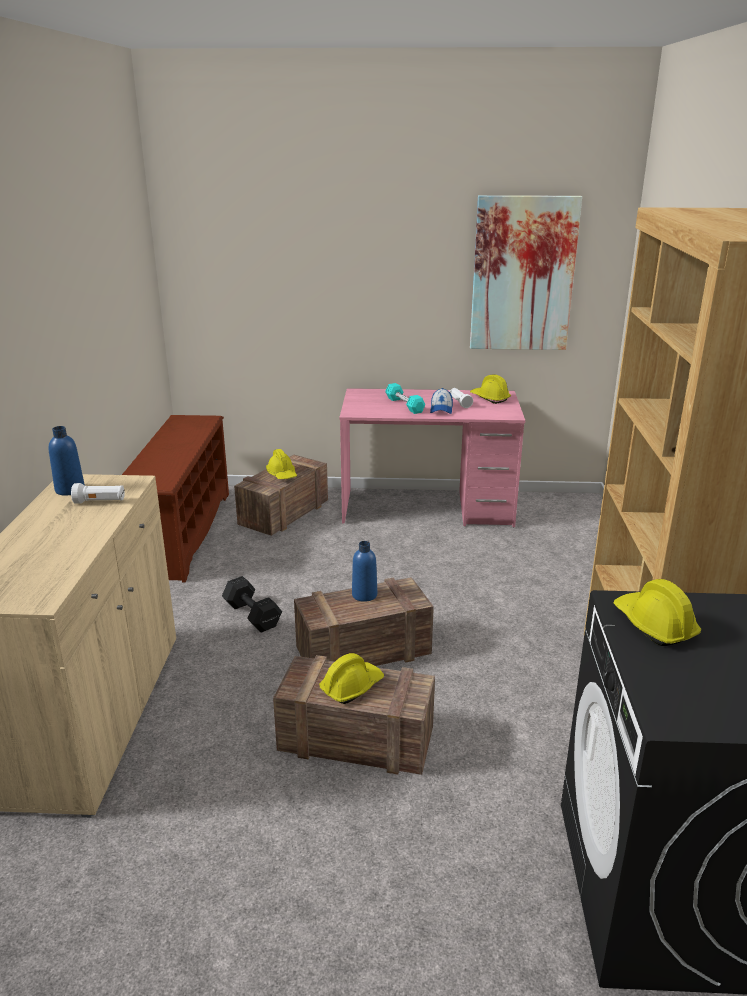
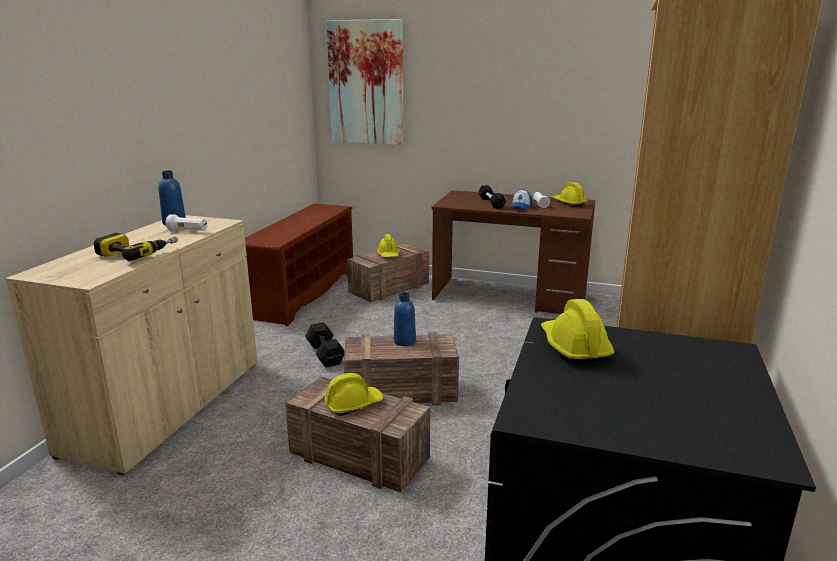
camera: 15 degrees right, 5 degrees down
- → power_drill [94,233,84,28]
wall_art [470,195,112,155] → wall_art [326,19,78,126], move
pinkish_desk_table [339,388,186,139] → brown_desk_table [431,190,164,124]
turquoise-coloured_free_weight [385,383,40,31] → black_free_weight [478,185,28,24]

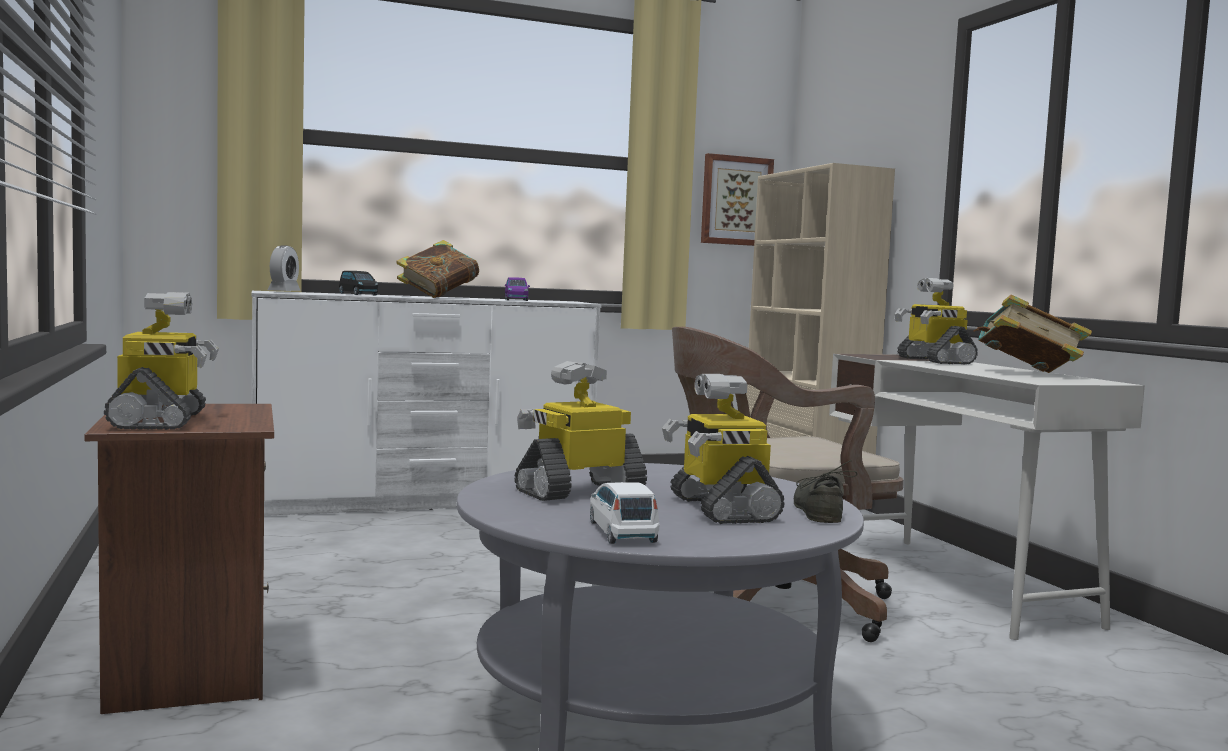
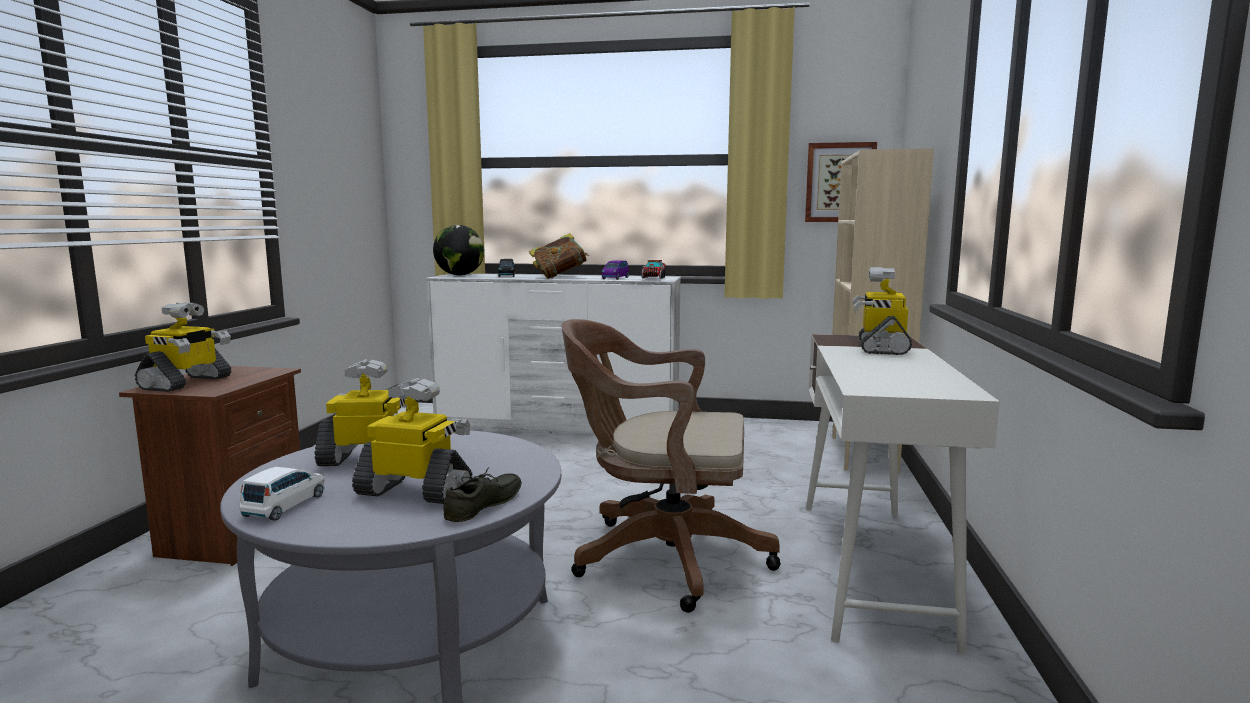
camera: 30 degrees right, 5 degrees up
bound_book [974,294,118,79] → -
- → model_truck [641,260,25,19]
table_clock [268,245,33,46] → world_globe [433,225,51,50]
model_robot [662,374,122,150] → model_robot [352,378,120,126], 90 degrees clockwise

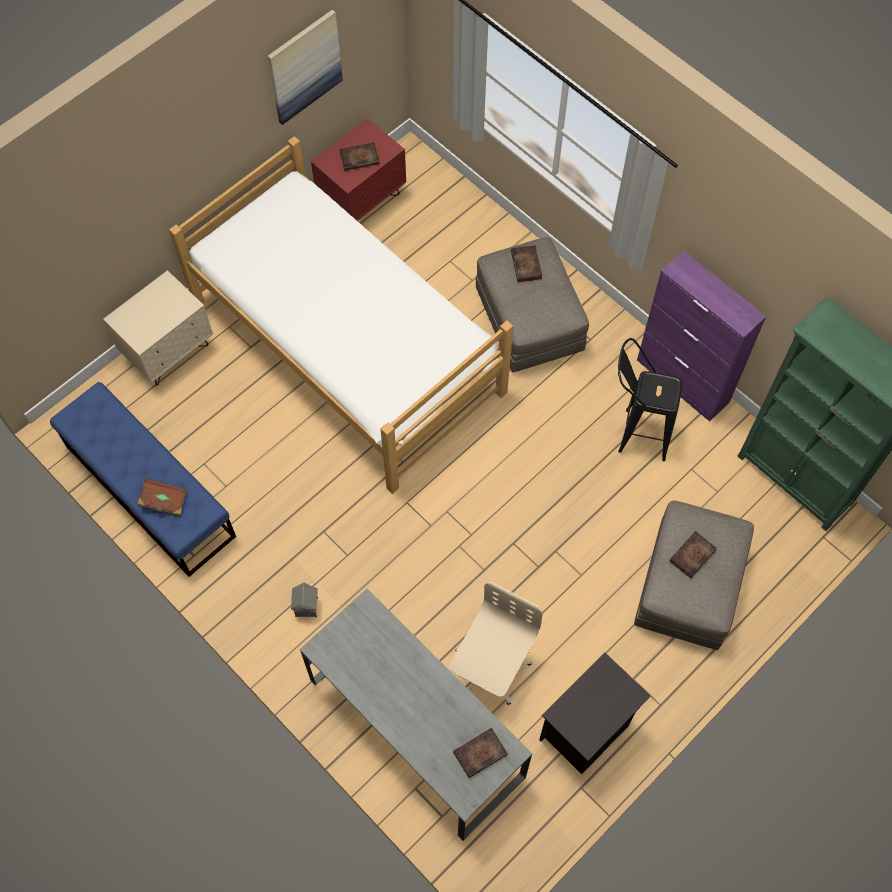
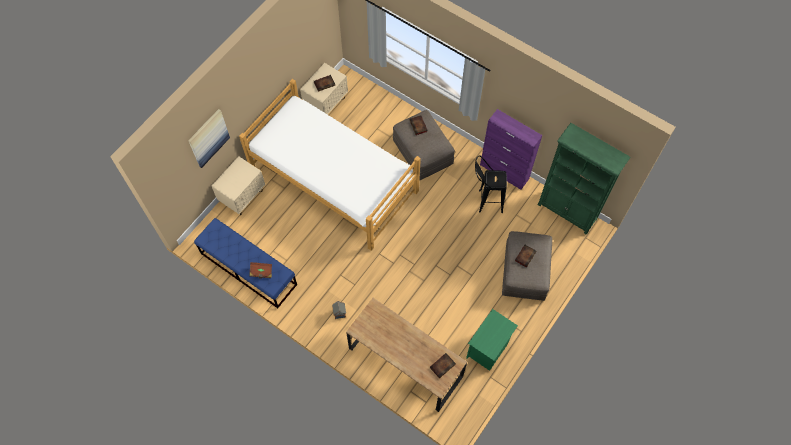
camera: 10 degrees left, 0 degrees up
sand-coloured_computer_chair [449,582,94,123] → -
wall_art [268,10,75,115] → wall_art [188,109,42,59], move
grey_desk_table [300,589,232,252] → brown_desk_table [346,298,121,114]
red-coloured_bedside_table [311,119,95,102] → sand-coloured_bedside_table [300,63,48,52]
black_bedside_table [539,652,112,122] → greenish_bedside_table [466,309,52,62]

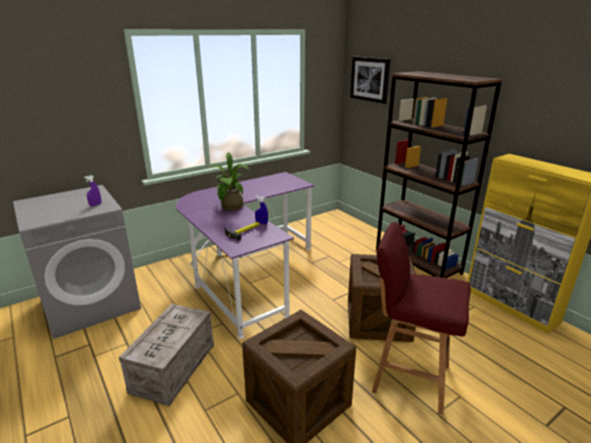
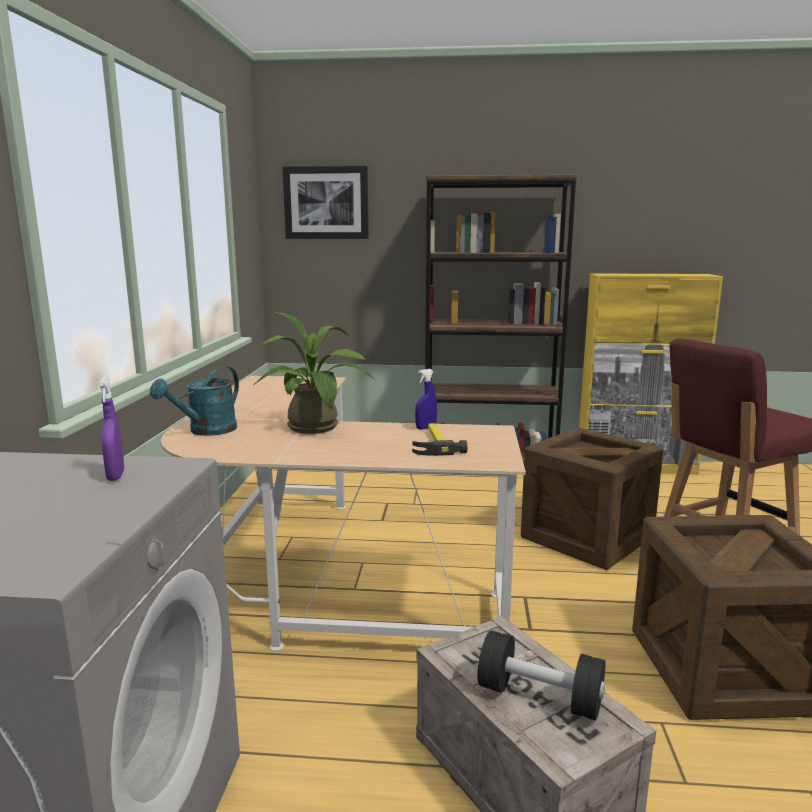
camera: 50 degrees left, 10 degrees down
- → turquoise-coloured_watering_can [150,366,89,70]
- → black_free_weight [477,630,129,91]
purple_desk_table [176,172,139,167] → sand-coloured_desk_table [161,376,365,275]

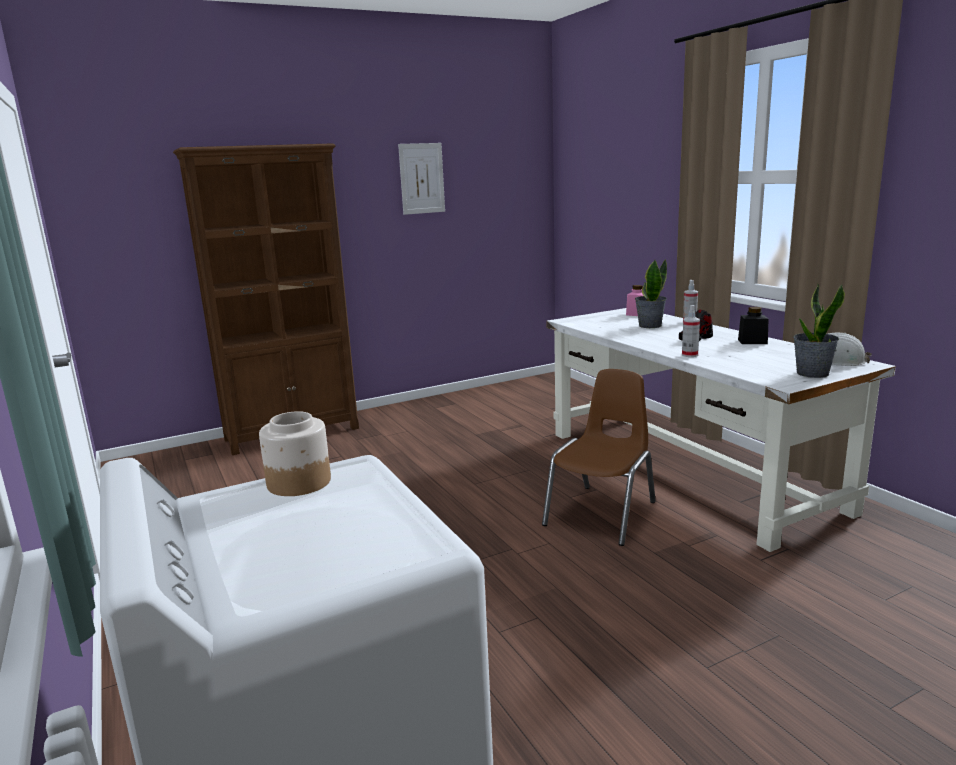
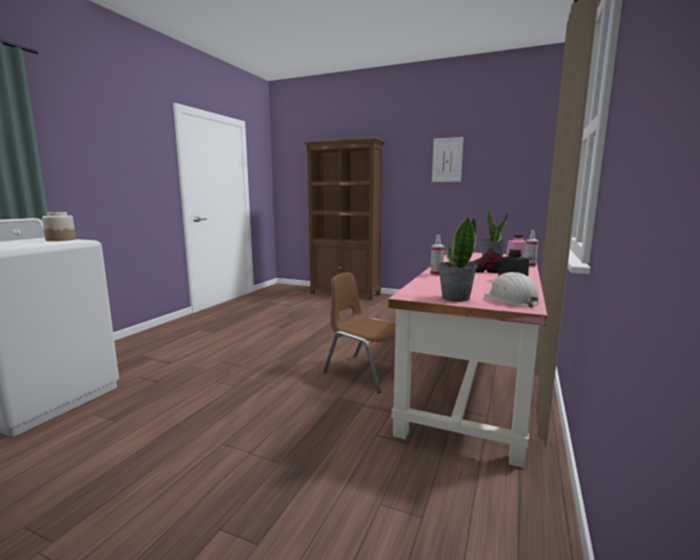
camera: 50 degrees right, 5 degrees down
white_desk_table [547,308,349,244] → pinkish_desk_table [388,252,159,216]
brown_plain_chair [542,369,114,177] → brown_plain_chair [323,272,89,121], 135 degrees counterclockwise

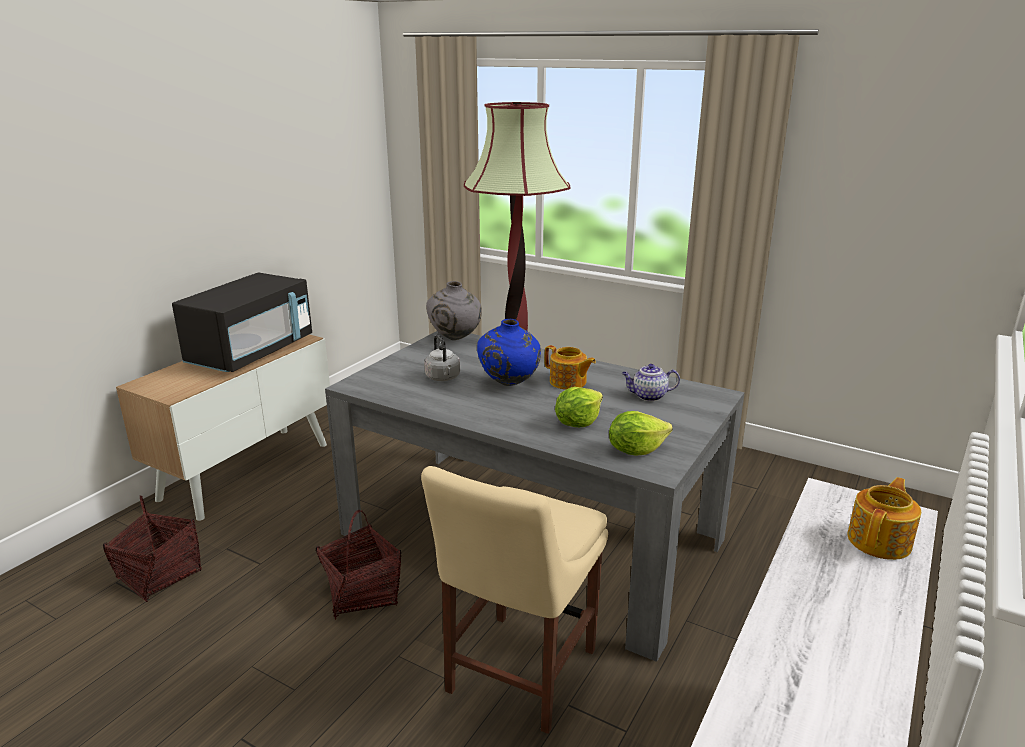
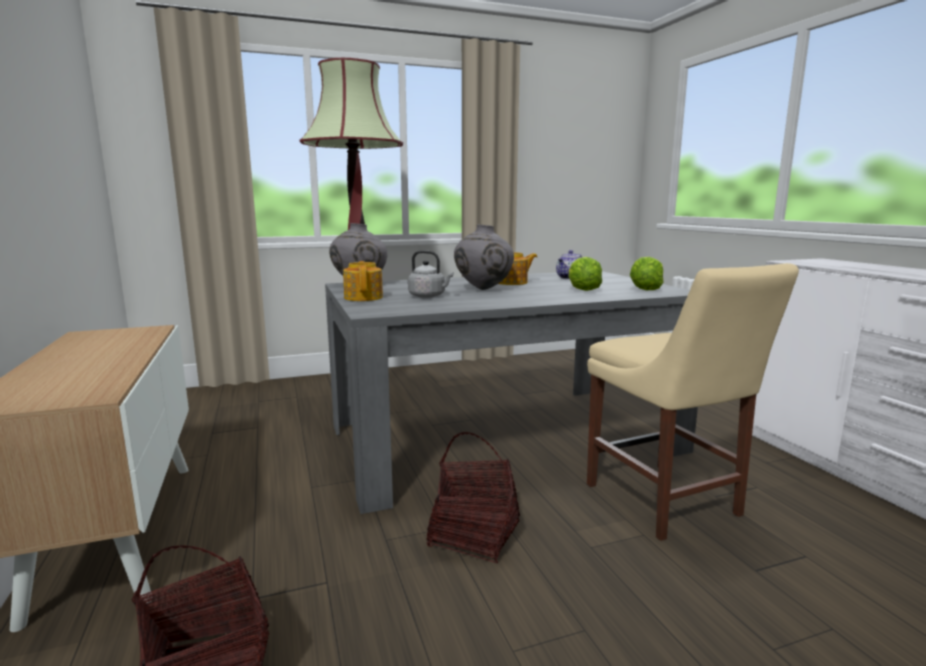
camera: 50 degrees left, 10 degrees down
black_microwave [172,273,140,99] → -
tea_pot [847,477,74,83] → tea_pot [343,261,40,40], move
bluish_vase [477,319,64,67] → grey_vase [454,224,60,66]

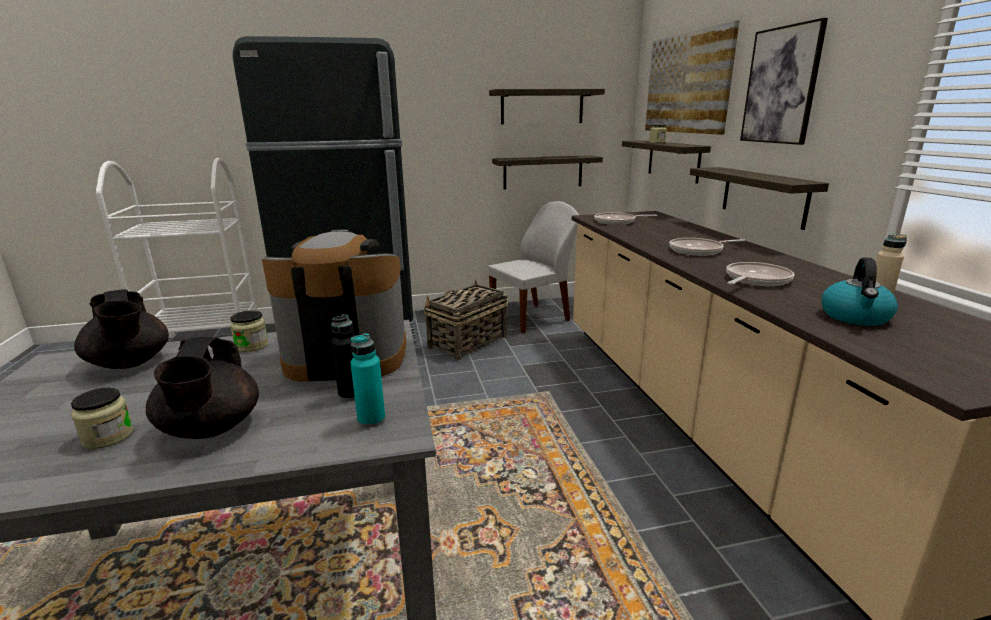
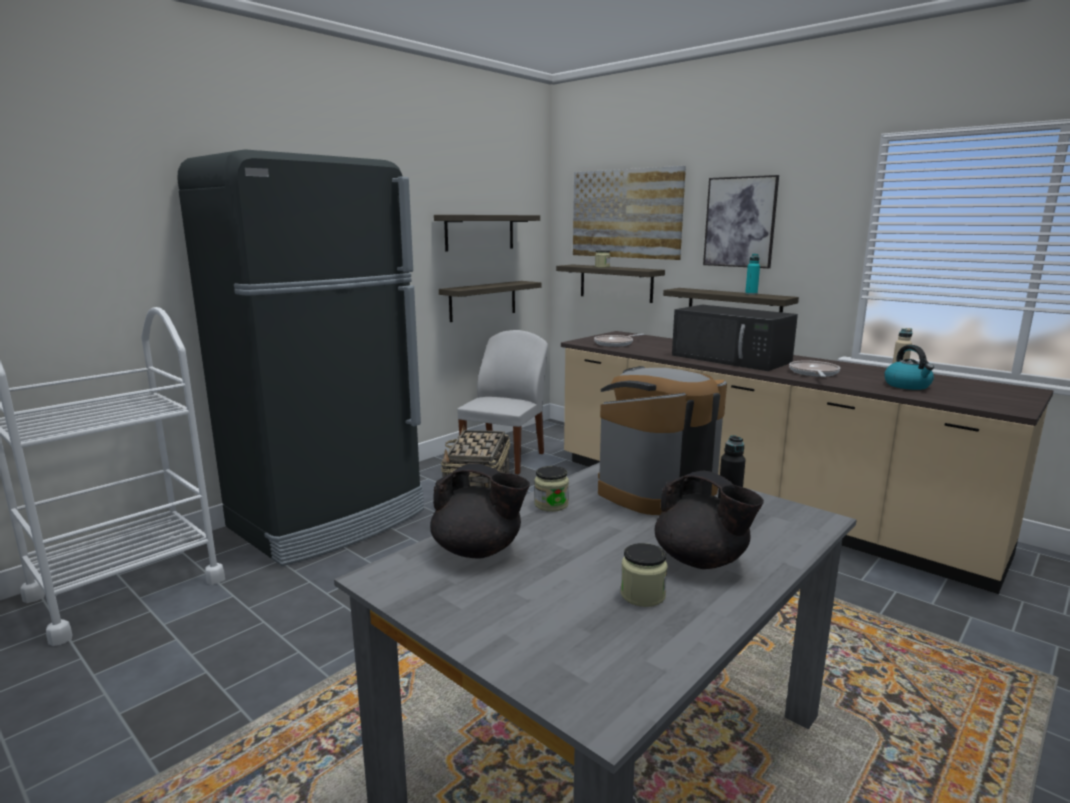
camera: 35 degrees left, 5 degrees down
turquoise-coloured_drink_bottle [350,333,35,94] → turquoise-coloured_drink_bottle [745,254,15,41], move
skillet [669,238,76,18] → black_microwave [672,305,126,66]

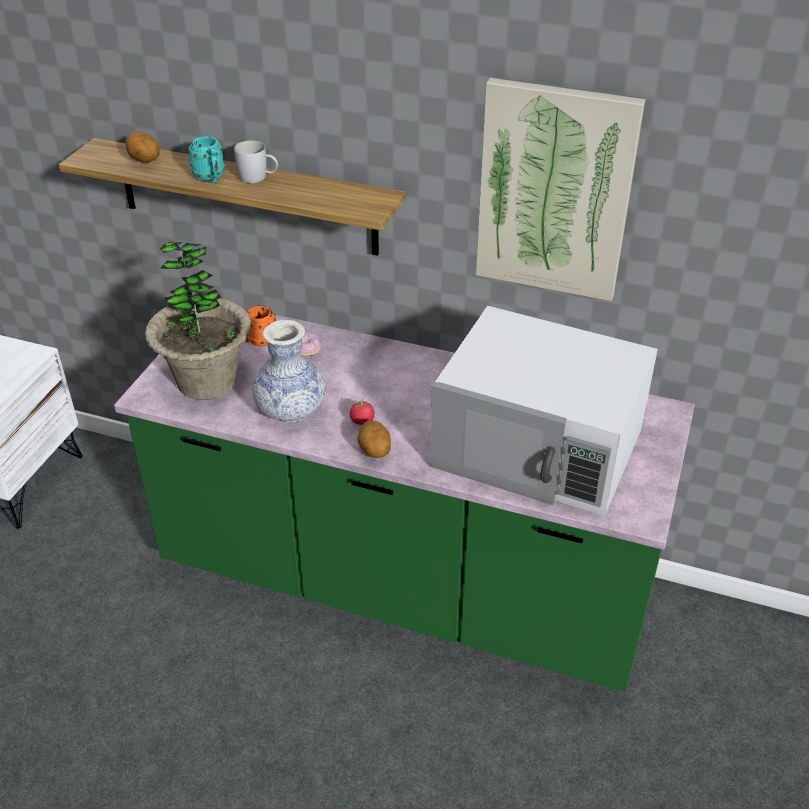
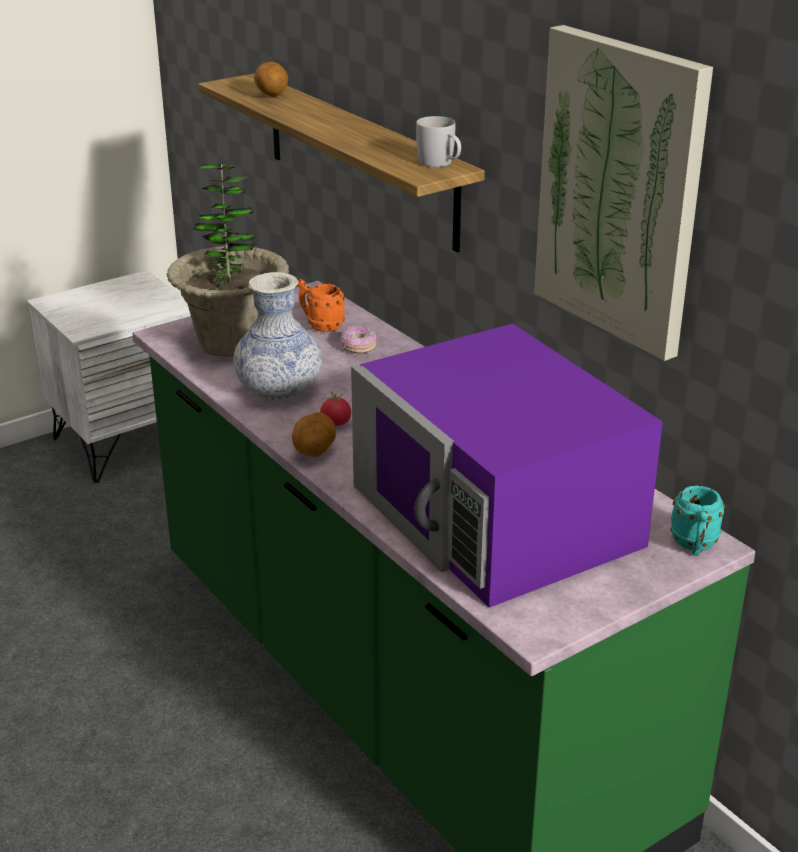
camera: 35 degrees right, 10 degrees down
turquoise-coloured_coffee_mug [188,136,37,47] → turquoise-coloured_coffee_mug [670,485,55,71], move
white_coffee_mug [234,141,44,42] → white_coffee_mug [416,116,45,51], move
white_microwave [430,306,228,210] → purple_microwave [351,324,312,284]

